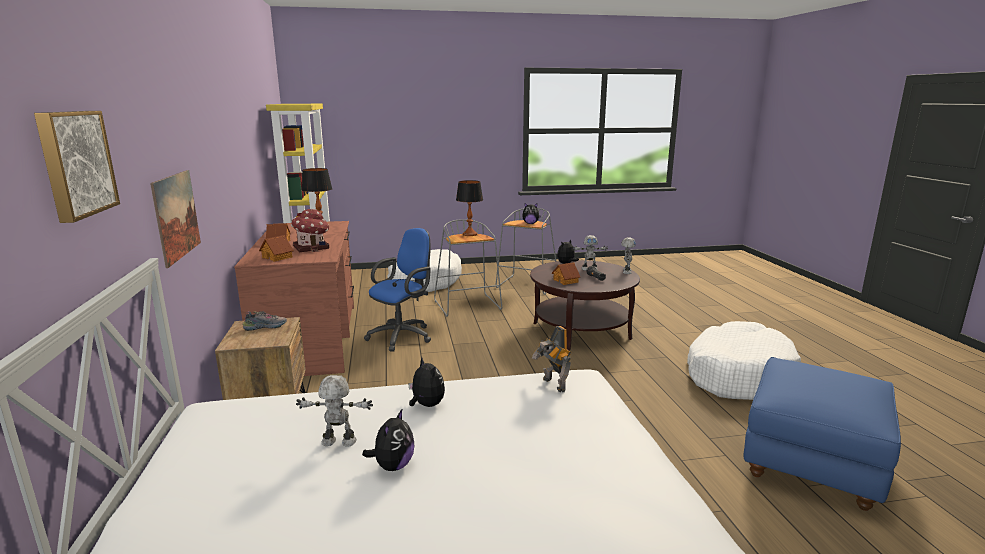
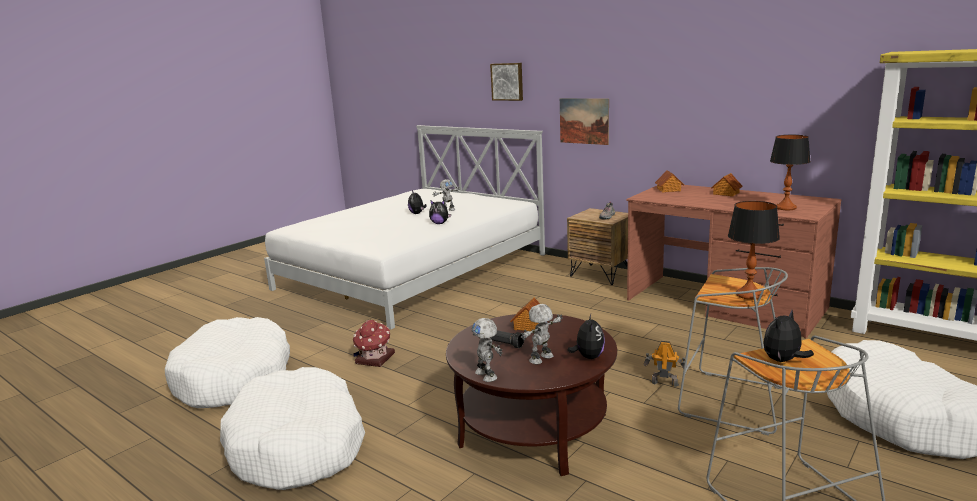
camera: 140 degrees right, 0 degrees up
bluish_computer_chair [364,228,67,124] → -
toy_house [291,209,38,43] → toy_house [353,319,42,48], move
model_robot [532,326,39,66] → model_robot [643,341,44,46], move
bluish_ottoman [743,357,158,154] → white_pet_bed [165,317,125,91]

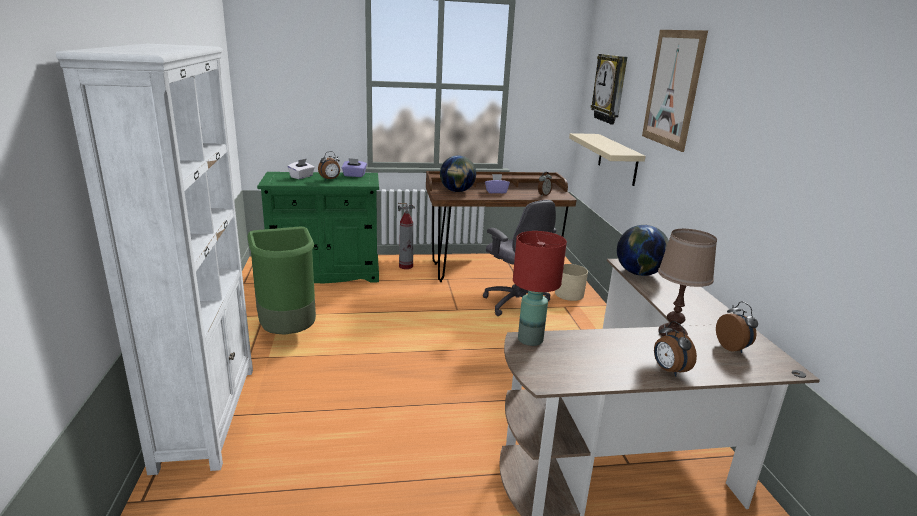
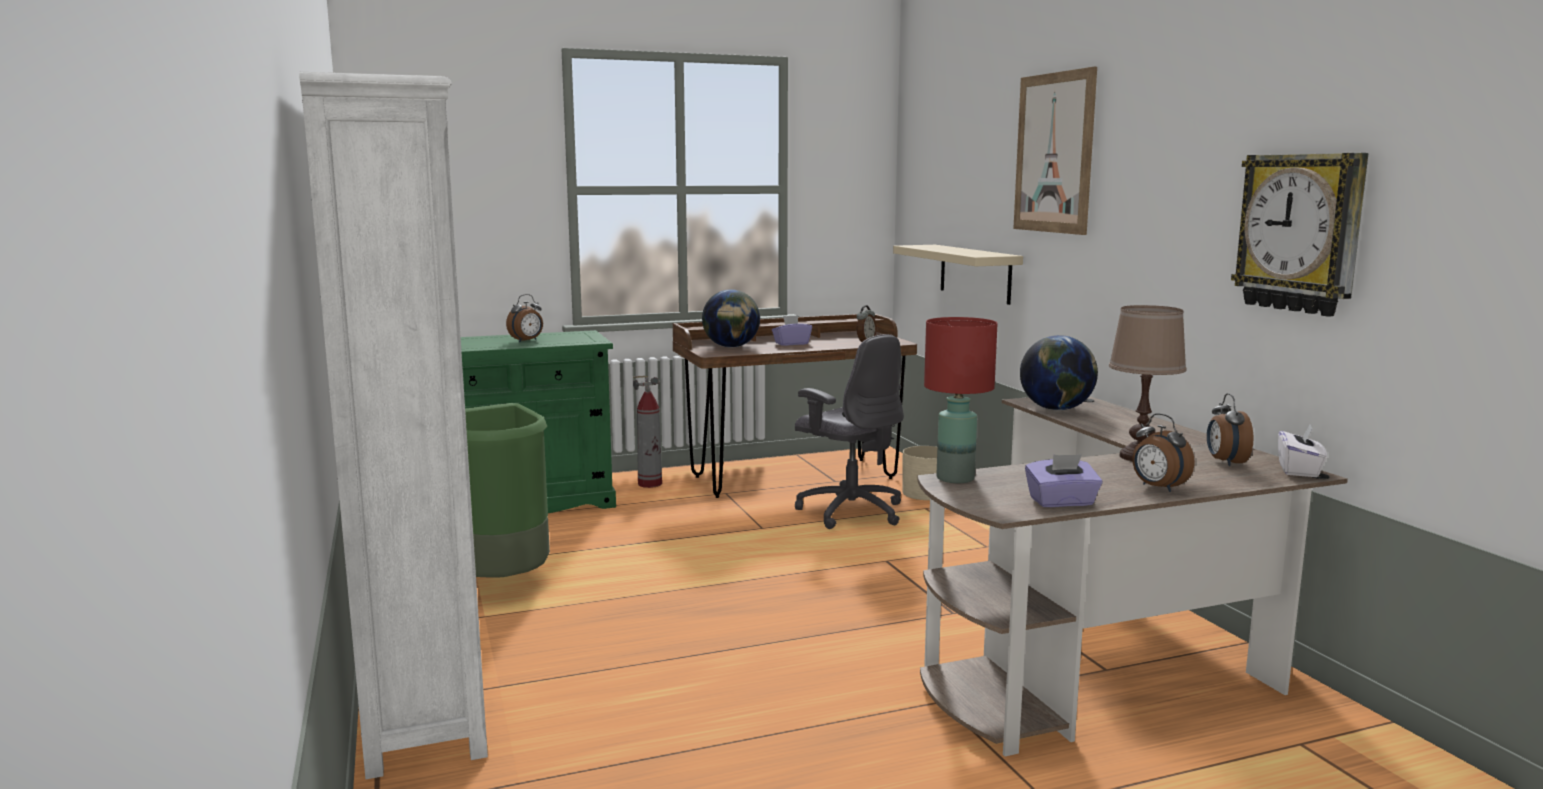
camera: 10 degrees left, 10 degrees down
white_box_of_tissues [288,159,27,20] → white_box_of_tissues [1278,423,49,54], move
purple_box_of_tissues [342,158,25,19] → purple_box_of_tissues [1025,454,78,53], move
clock_on_the_wall [591,54,36,70] → clock_on_the_wall [1231,153,138,164], move
table_clock [716,301,42,52] → table_clock [1207,393,47,73], 150 degrees counterclockwise

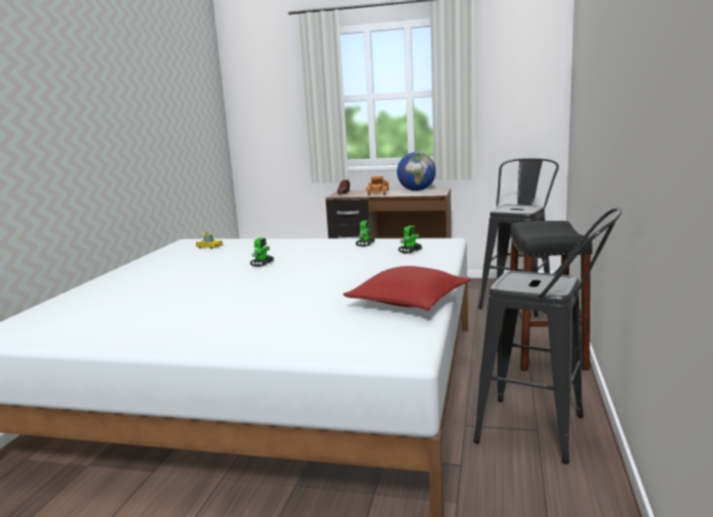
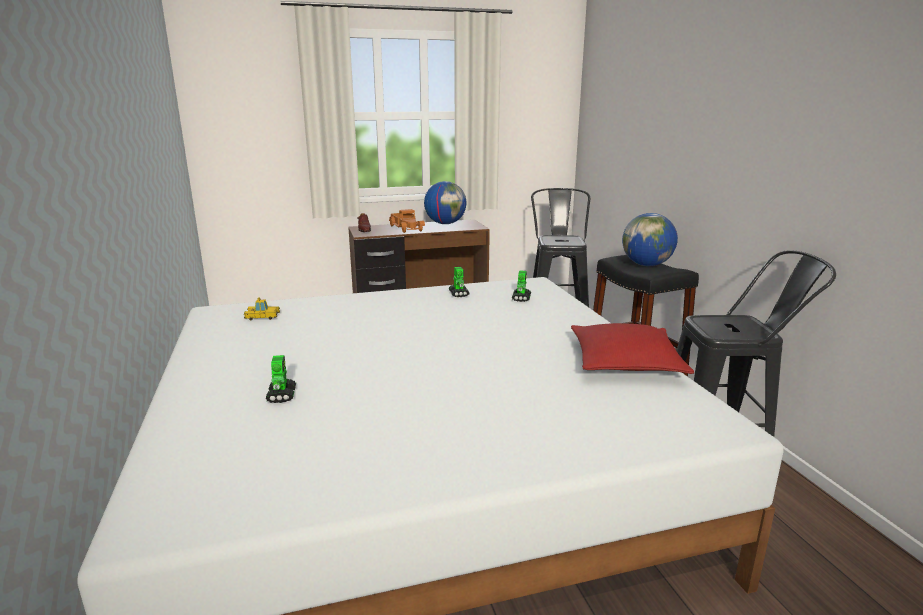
camera: 30 degrees left, 5 degrees up
- → world_globe [622,213,56,53]
model_robot [250,238,24,29] → model_robot [266,355,30,48], move

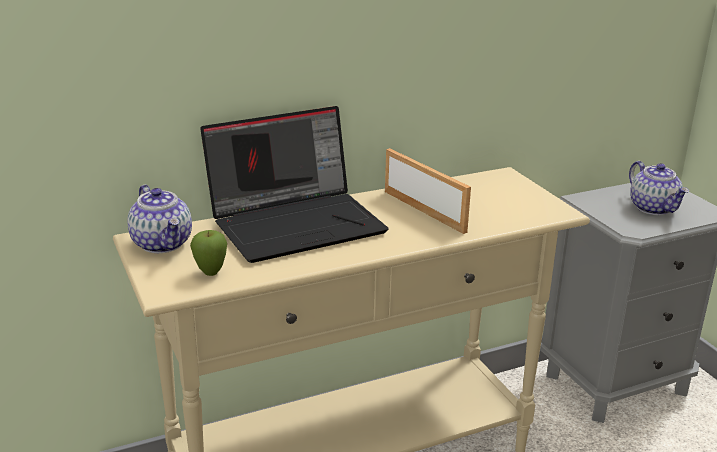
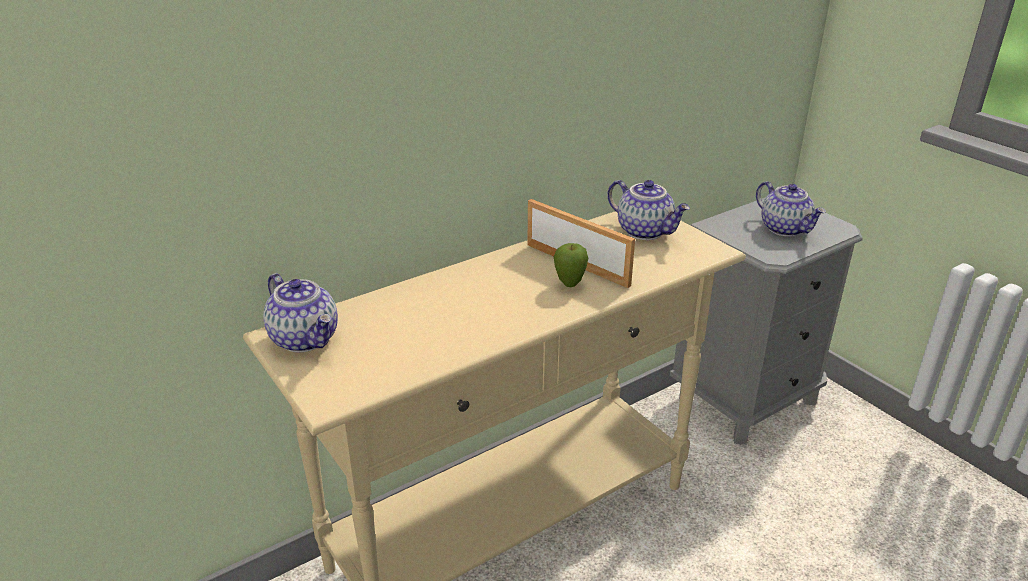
camera: 10 degrees left, 5 degrees up
portable_computer [200,106,189,157] → -
- → tea_pot [608,180,82,60]
apple [190,230,37,46] → apple [554,243,34,44], move

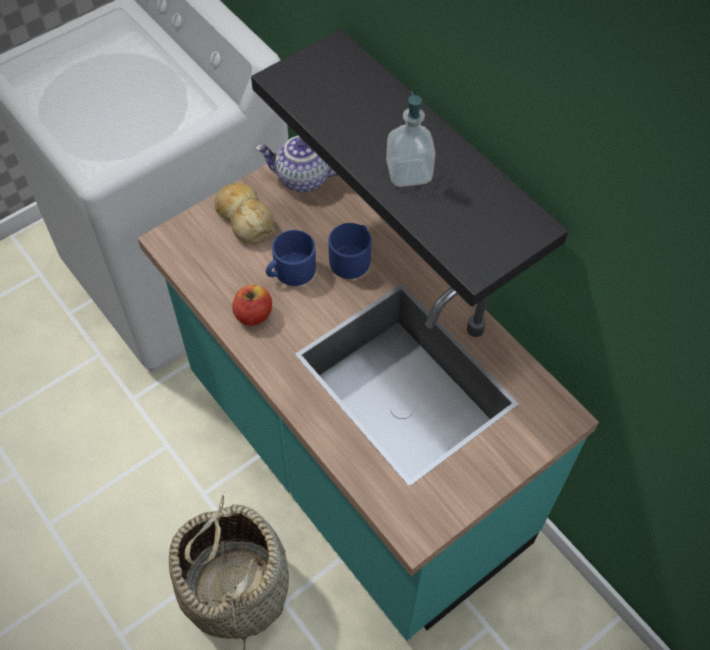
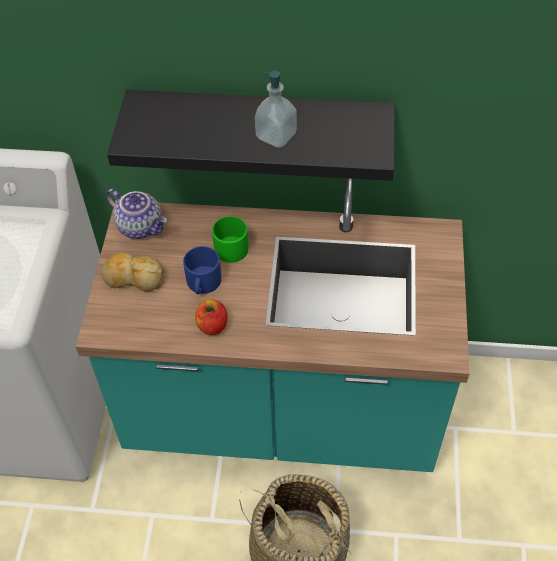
camera: 45 degrees left, 5 degrees down
bluish_coffee_mug [328,223,43,56] → greenish_coffee_mug [212,216,36,47]
tea_pot [256,136,82,56] → tea_pot [106,189,61,50], 105 degrees counterclockwise

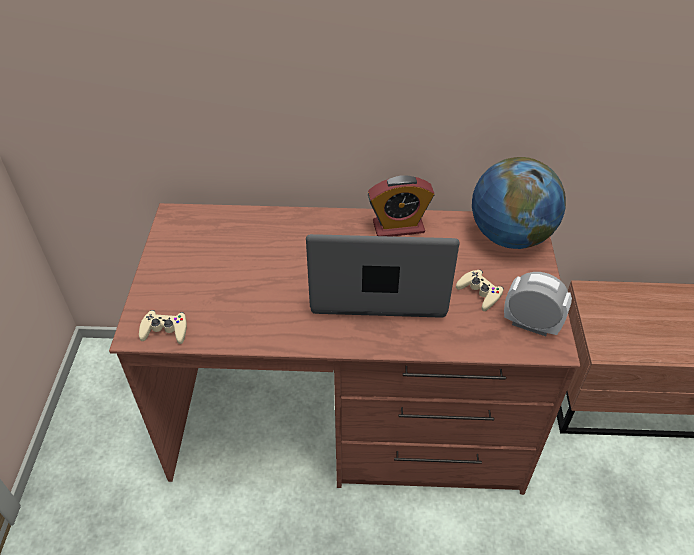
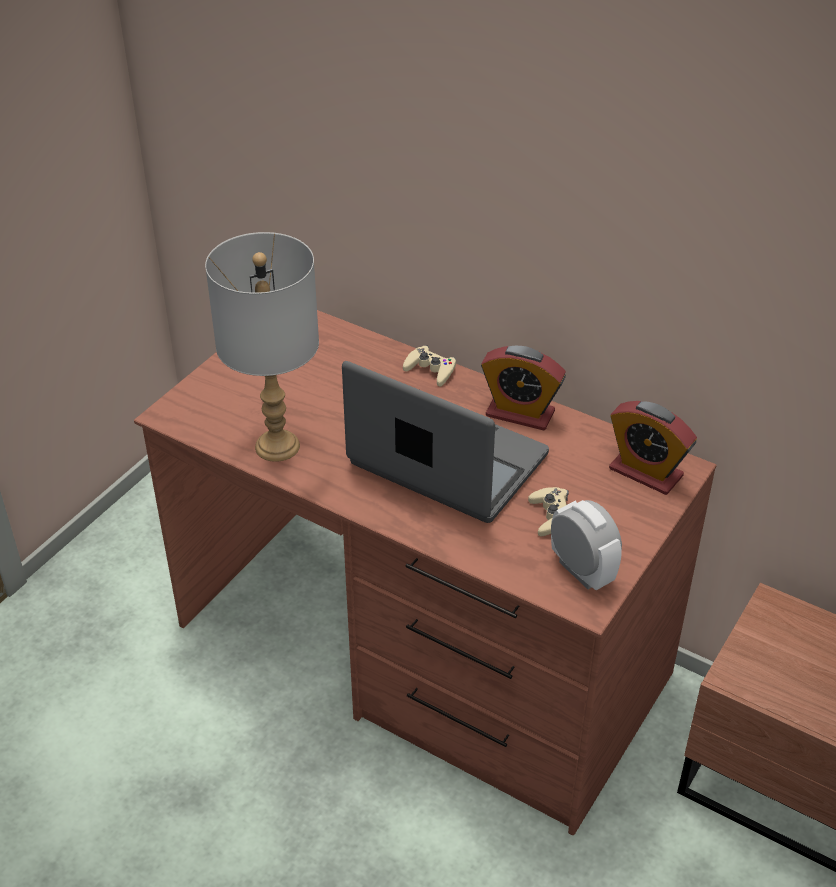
camera: 30 degrees right, 5 degrees down
- → grey_tabletop_lamp [205,232,114,230]
sand-coloured_game_controller [139,310,48,34] → sand-coloured_game_controller [403,345,53,42], move
world_globe [472,157,94,92] → table_clock [609,401,88,94]

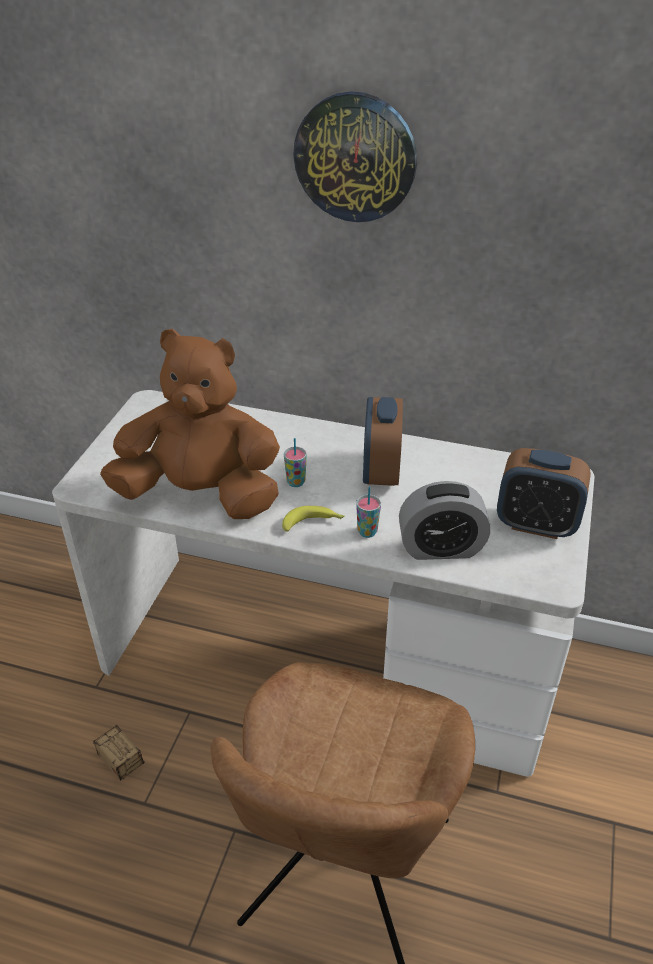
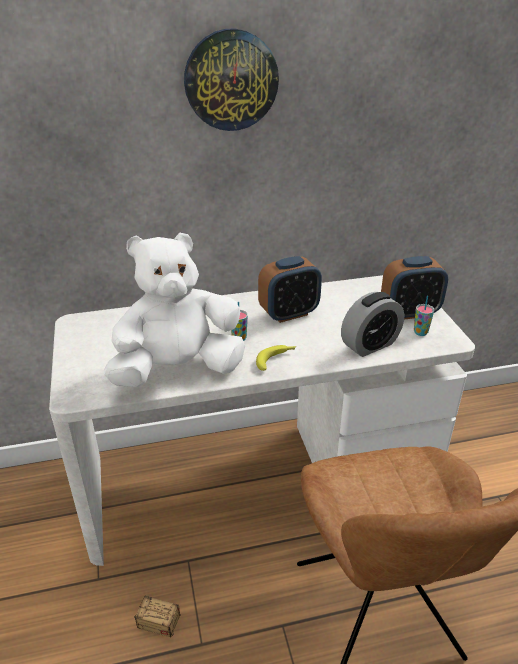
camera: 30 degrees left, 5 degrees down
cup [356,487,25,51] → cup [414,296,20,40], move
brown_cuddly_toy [100,329,180,190] → white_cuddly_toy [103,233,142,154]
table_clock [363,397,40,89] → table_clock [258,256,64,67], 90 degrees counterclockwise

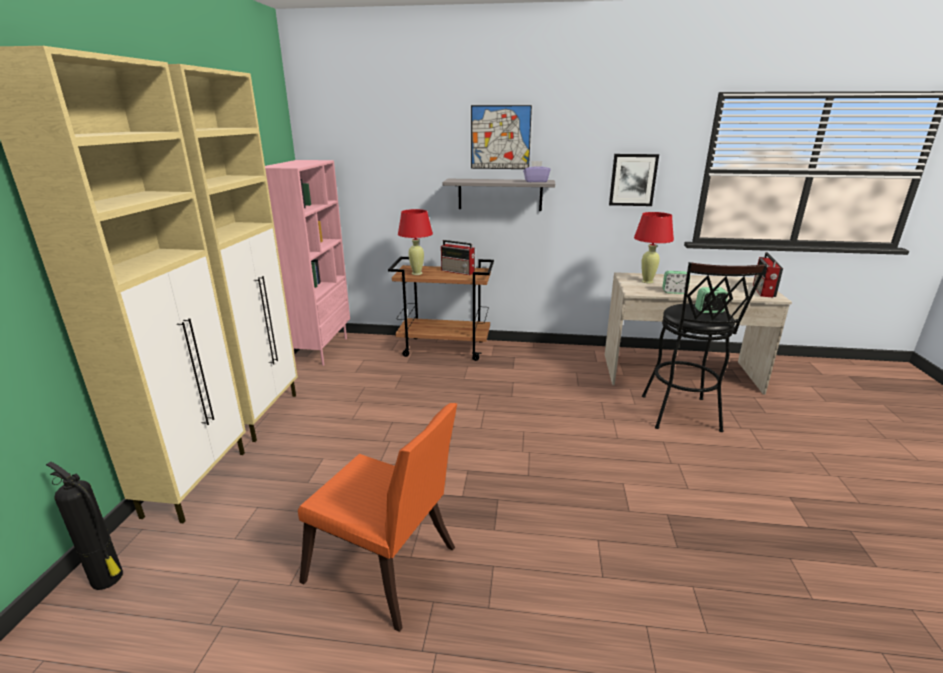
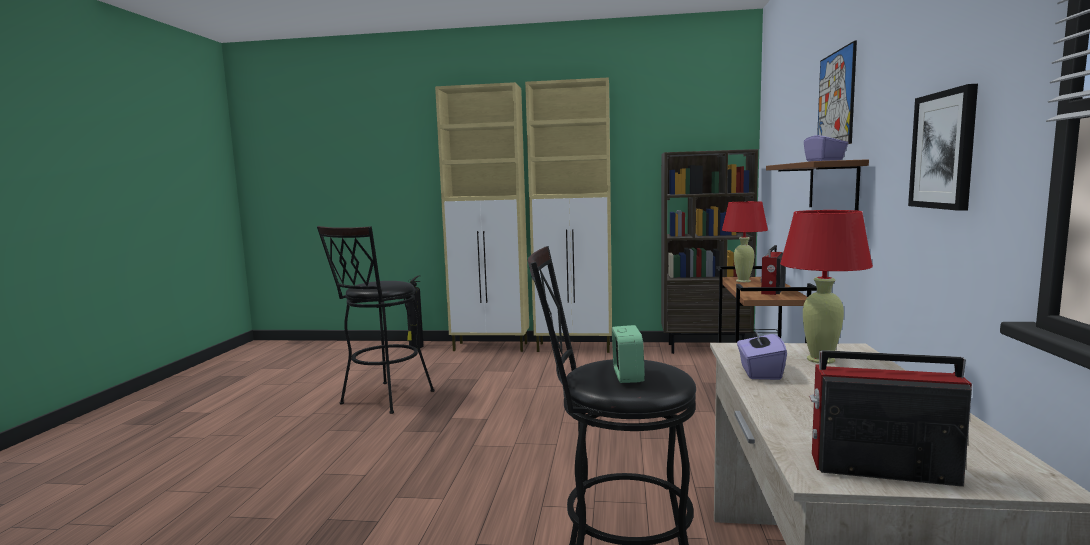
camera: 90 degrees right, 15 degrees down
orange-coloured_plain_chair [298,403,159,229] → black_stool [317,226,118,188]
table_clock [662,271,28,23] → purple_box_of_tissues [737,327,50,53]
pinkish_bookcase [265,160,85,206] → brown_bookcase [661,149,97,205]
grey_bracket_shelf [443,179,112,32] → brown_bracket_shelf [766,159,103,52]

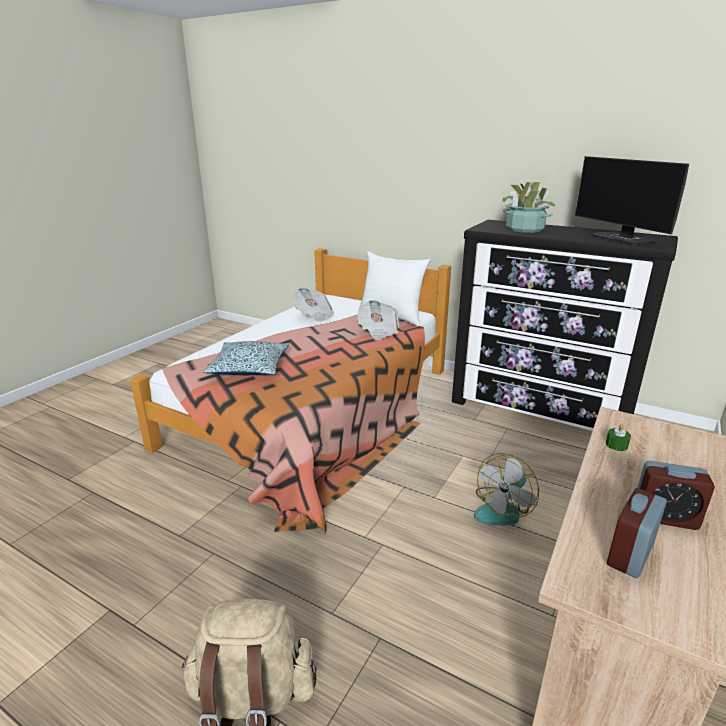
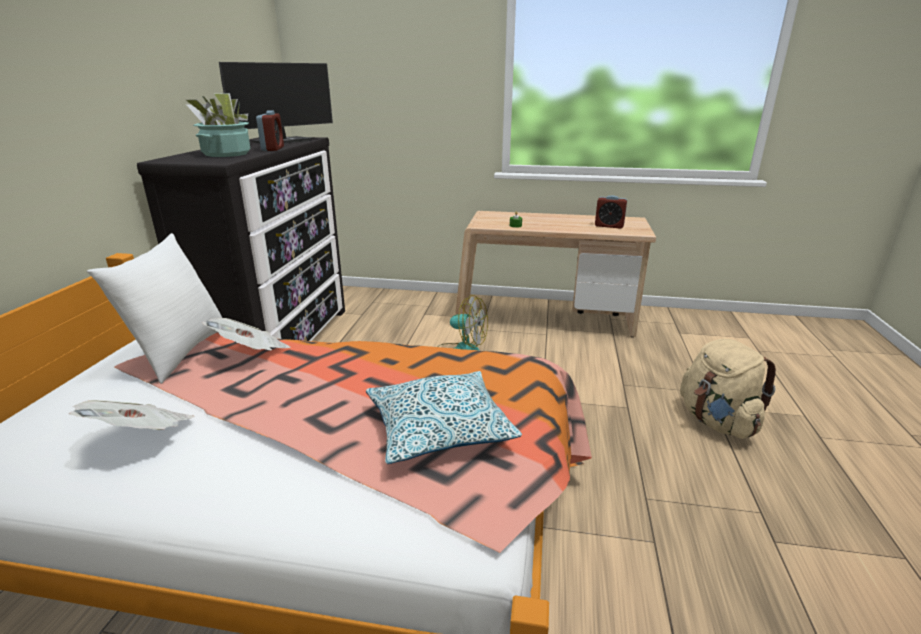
camera: 110 degrees left, 0 degrees up
table_clock [638,461,77,69] → table_clock [256,111,28,40], move

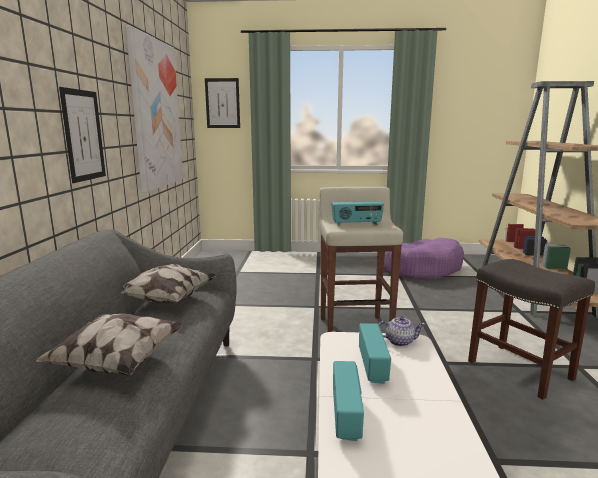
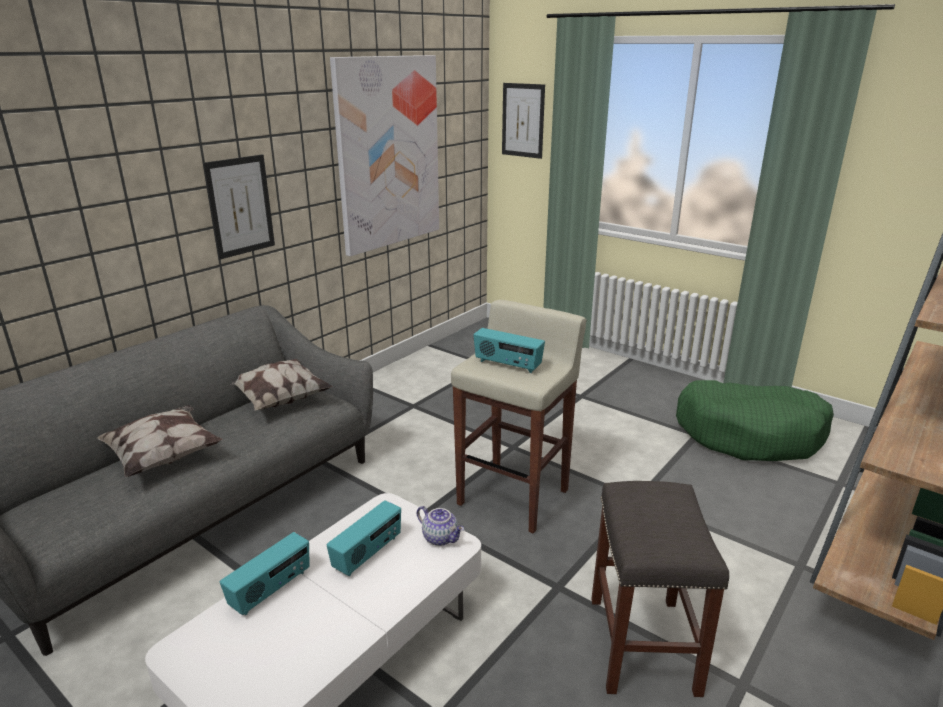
camera: 35 degrees right, 10 degrees up
purple_pet_bed [384,238,80,41] → greenish_pet_bed [676,380,158,81]

